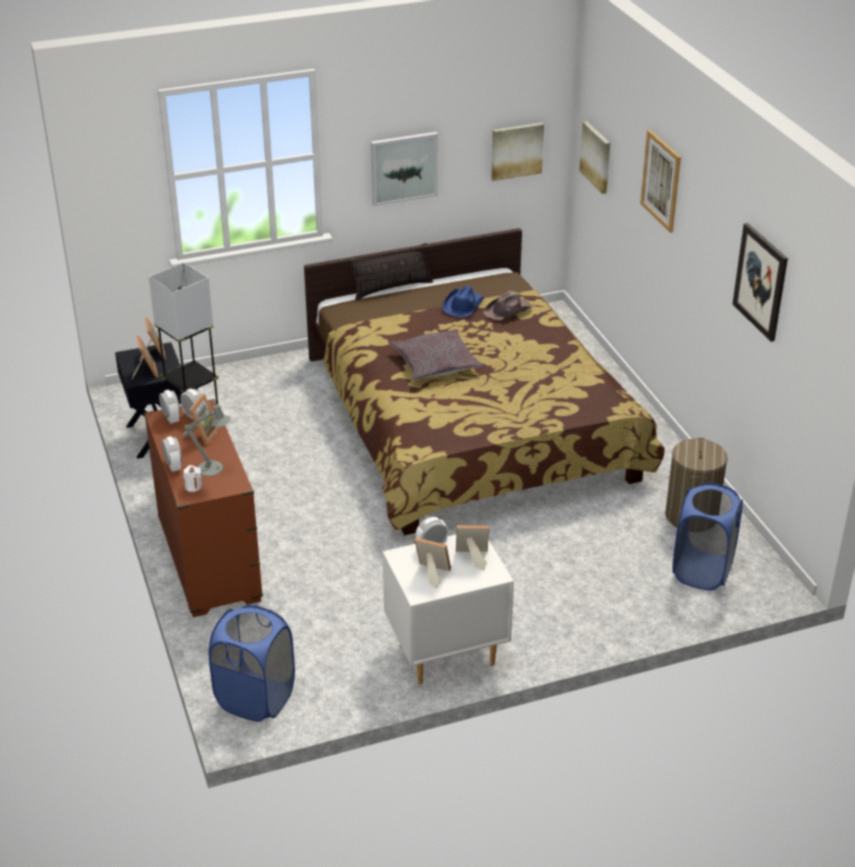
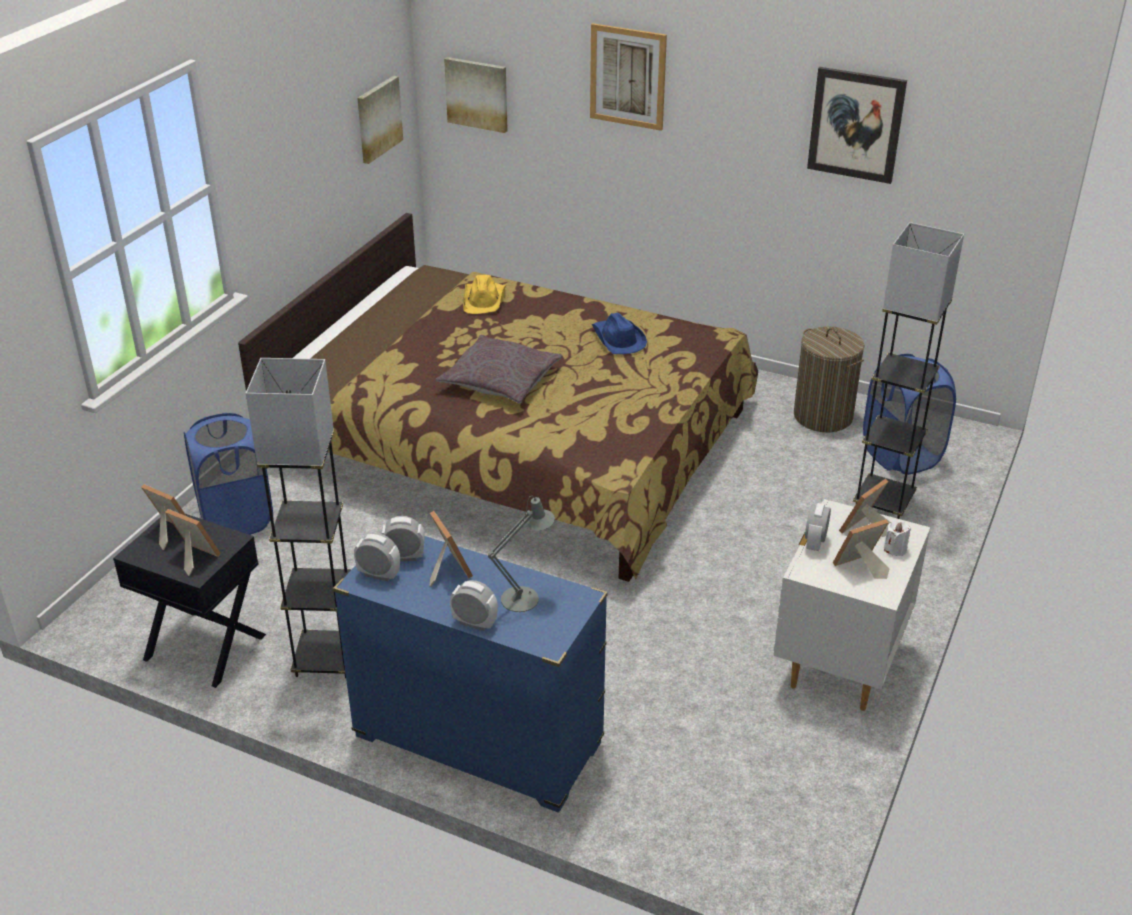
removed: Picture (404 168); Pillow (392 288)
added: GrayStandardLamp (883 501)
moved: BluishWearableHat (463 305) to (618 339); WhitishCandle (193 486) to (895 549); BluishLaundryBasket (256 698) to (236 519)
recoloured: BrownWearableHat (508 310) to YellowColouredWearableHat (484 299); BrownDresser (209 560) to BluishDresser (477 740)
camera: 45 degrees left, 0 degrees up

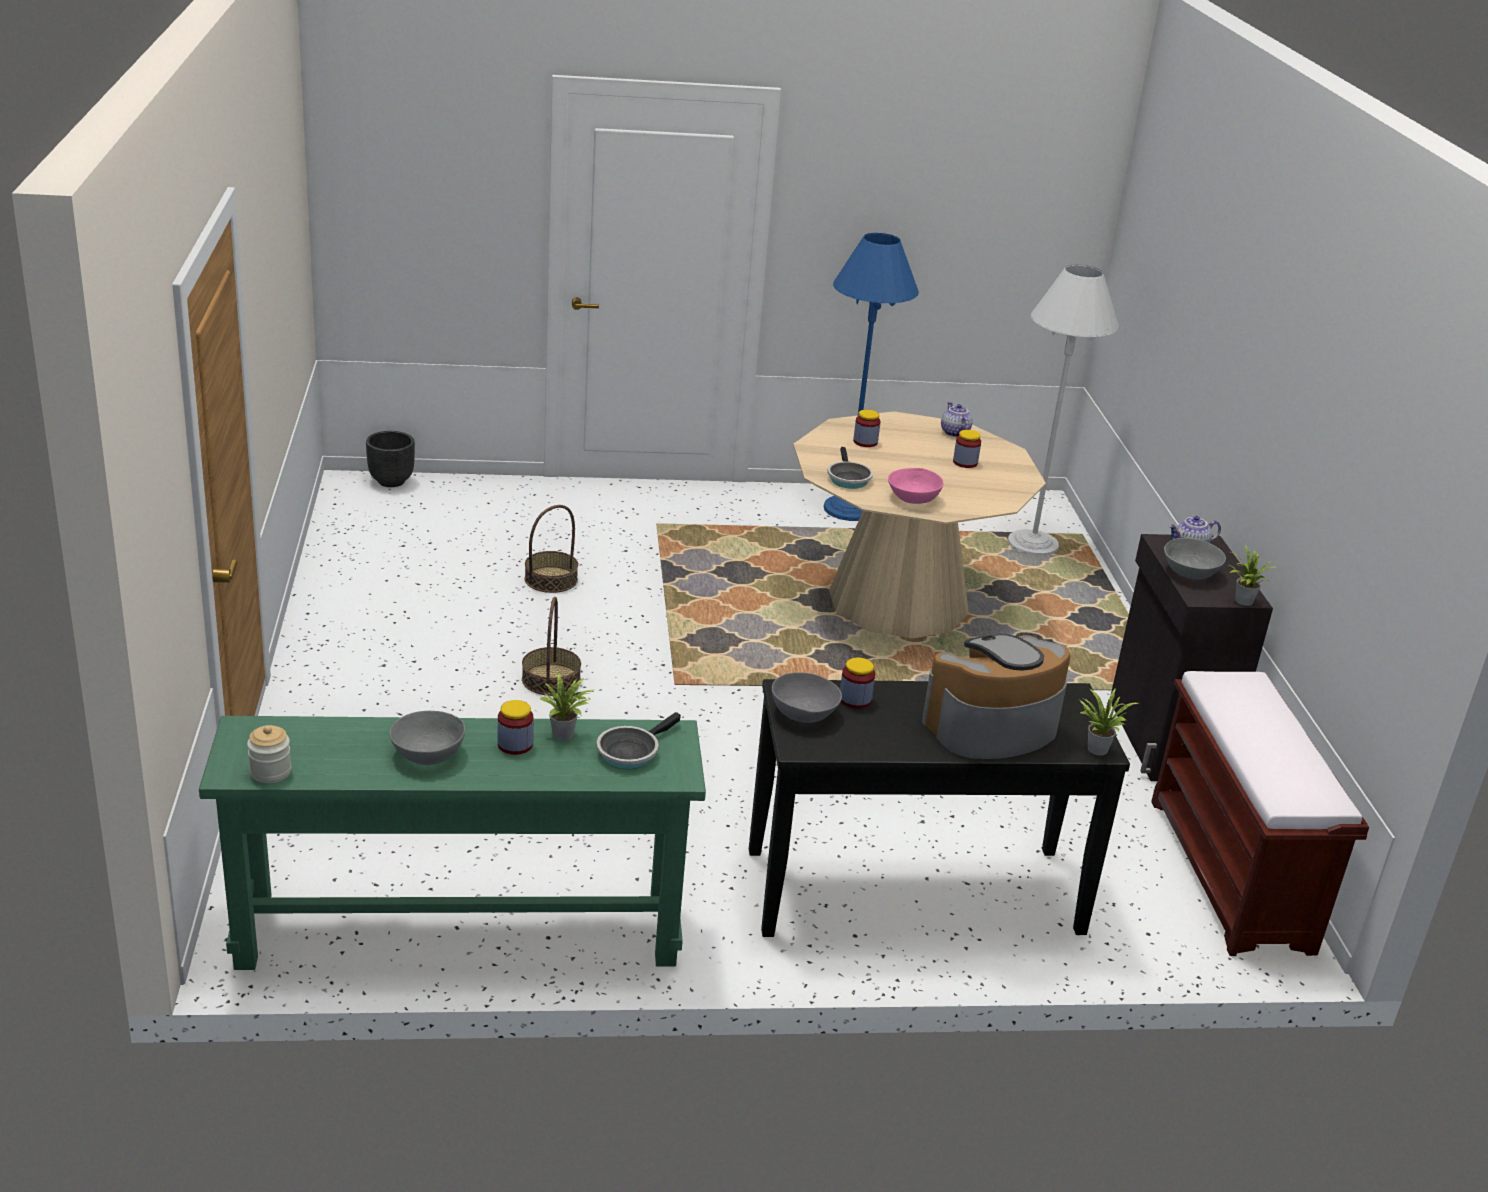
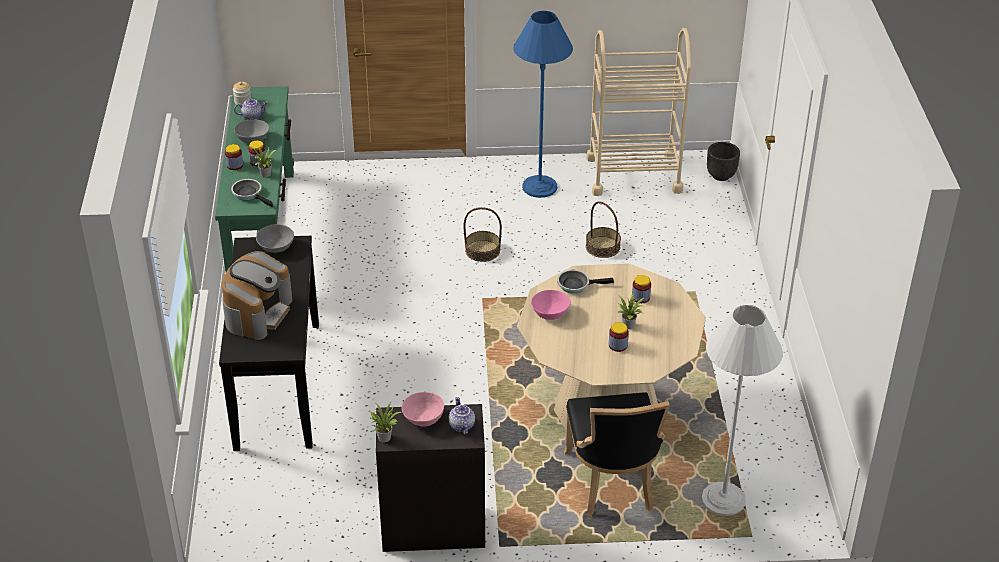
removed: BrownLongSeat (1232 875)
added: BeigeColouredCart (633 174); BlackishPlainChair (612 484)
moved: BluishStandardLamp (848 509) to (539 187); TeaPot (954 433) to (252 116); Jar (855 699) to (235 165); Houseplant (1096 748) to (630 325)
recoloured: GrayBowl (1190 573) to PinkBowl (423 418)
turned: CoffeeMachine (991 727) = (258 313) 45 degrees clockwise
camera: 95 degrees right, 10 degrees up

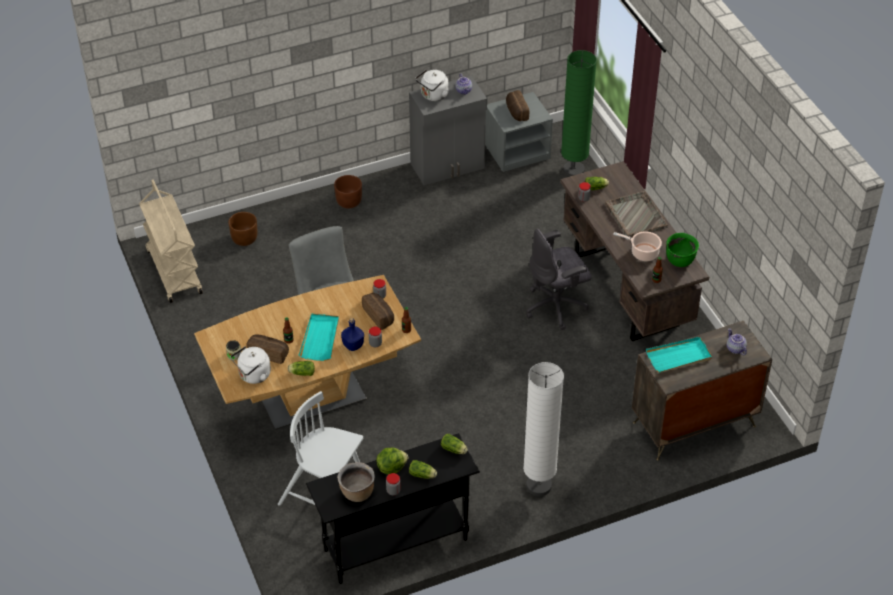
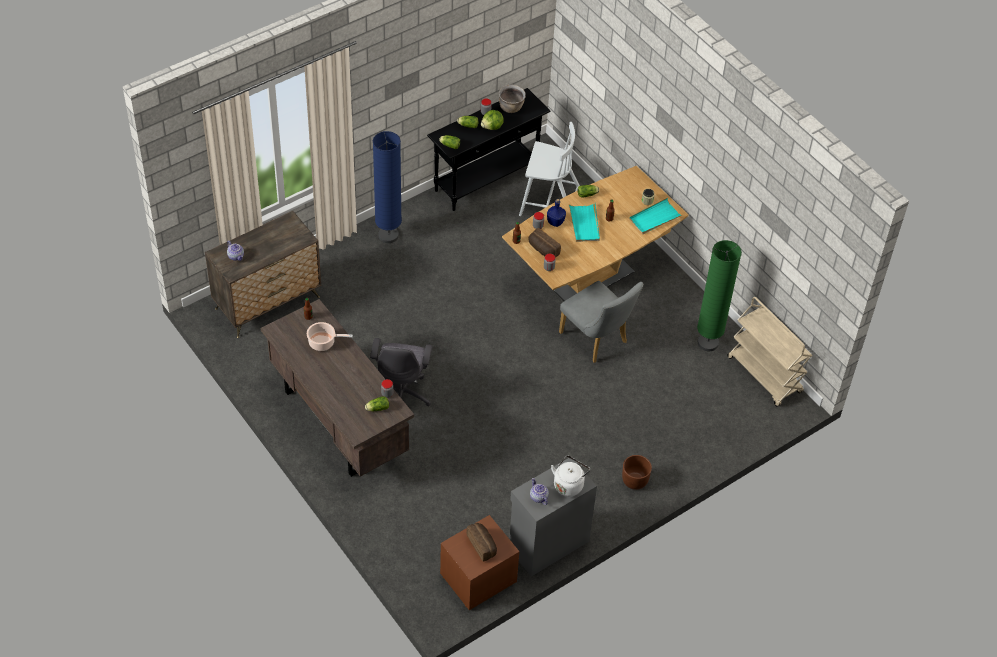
removed: GrayTray (635 215); BrownPlanter (244 239); GreenStockpot (680 261); BakeryBread (269 353); WhitishTeaKettle (253 376)
moved: GreenStandardLamp (573 170) to (708 343); TurquoiseTray (679 357) to (655 218)
recoloured: GrayNightstand (517 151) to BrownNightstand (478 579); WhitishStandardLamp (539 486) to BluishStandardLamp (388 235)
turned: GrayDeskChair (556 306) = (402 394) 135 degrees clockwise
camera: 165 degrees right, 5 degrees up

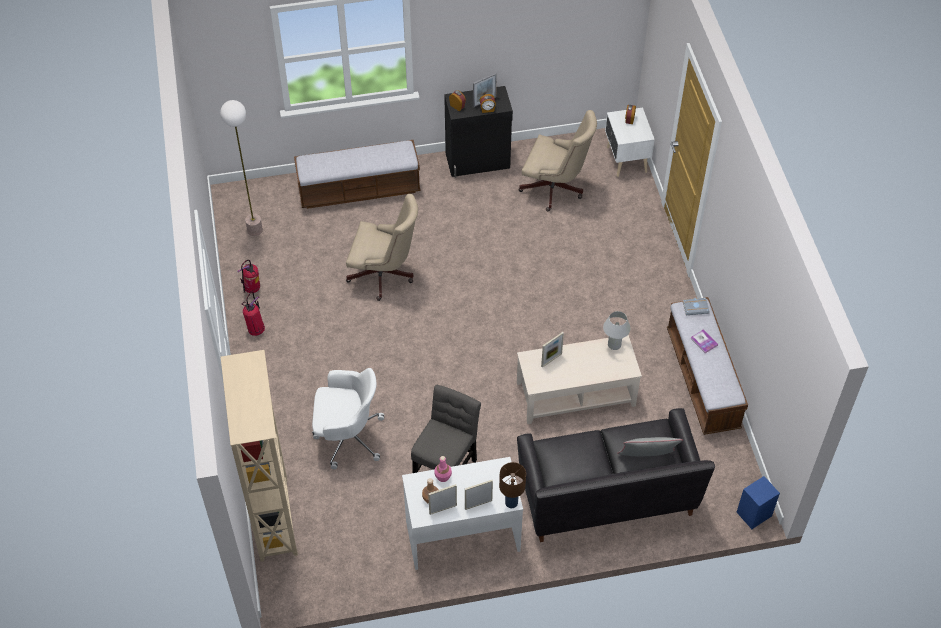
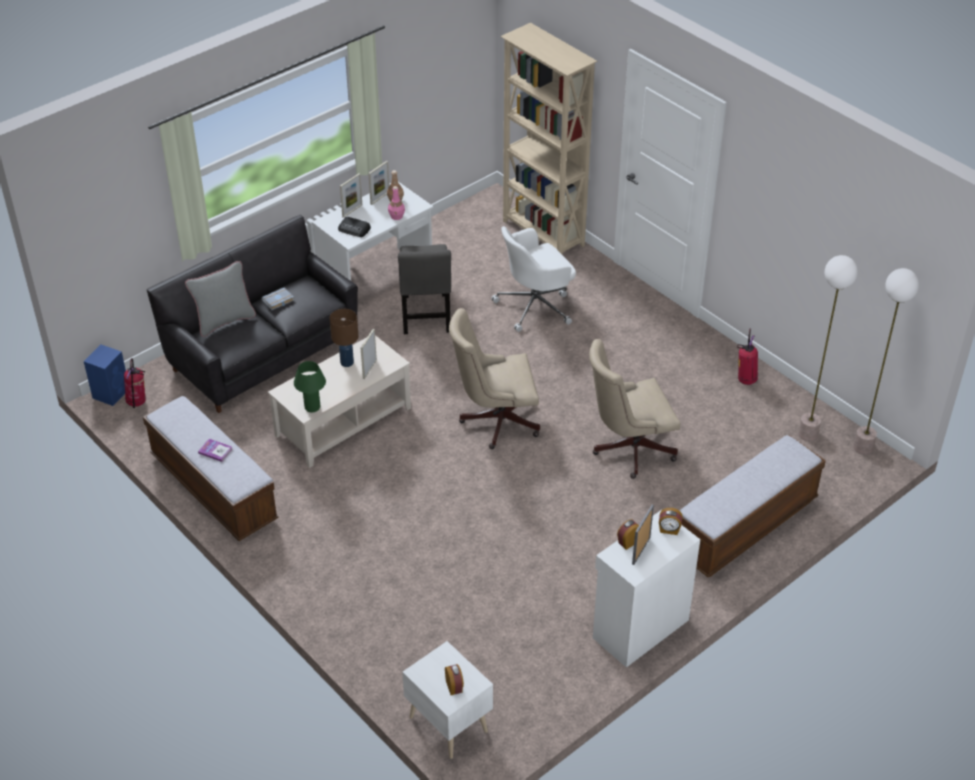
added: RadioReceiver (354 229); StandardLamp (863 448)
moved: BeigeColouredDeskChair (555 189) to (495 420); Extinguisher (256 329) to (137 403); GrayBook (696 307) to (278 301); BrownLampForATable (511 502) to (347 362)
recoloured: BlackishCabinet (478 161) to WhitishCabinet (639 628); WhitishLampForATable (614 345) to GreenLampForATable (312 407)
camera: 150 degrees right, 10 degrees down

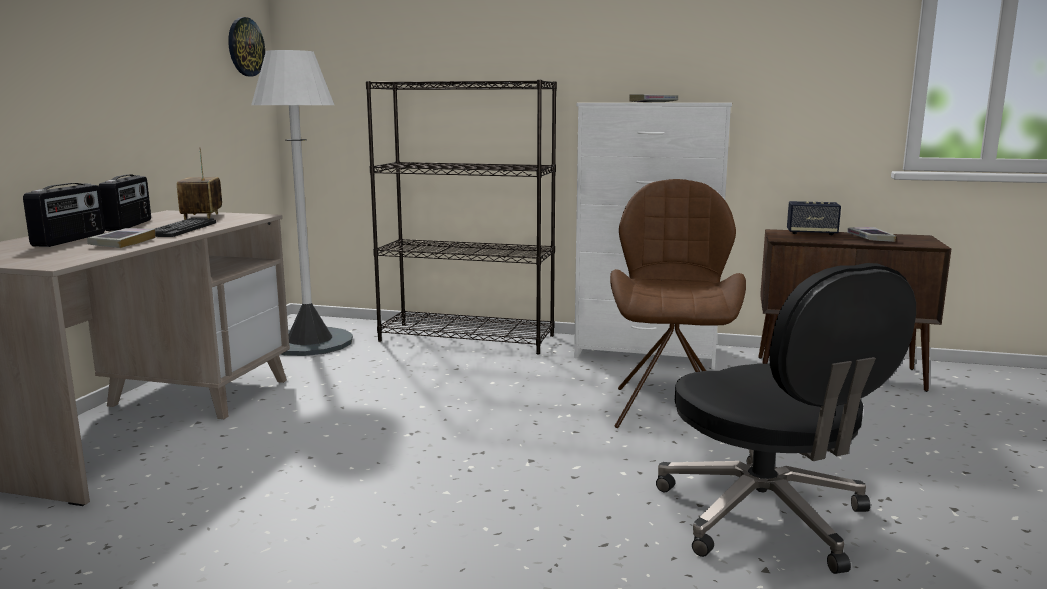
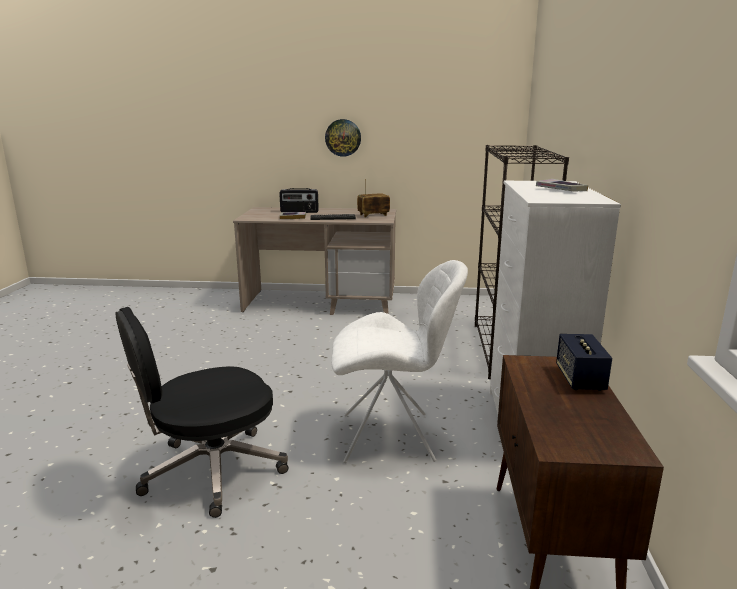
removed: WhitishStandardLamp (309 342); RadioReceiver (130 225); Book (870 238)
moved: WallClock (245 47) to (343 137)
recoloured: BrownPlainChair (670 408) to WhitishPlainChair (392 437)
camera: 80 degrees right, 5 degrees up

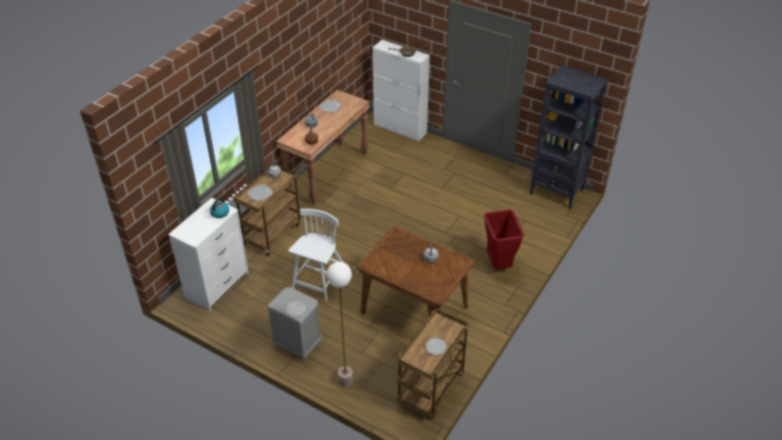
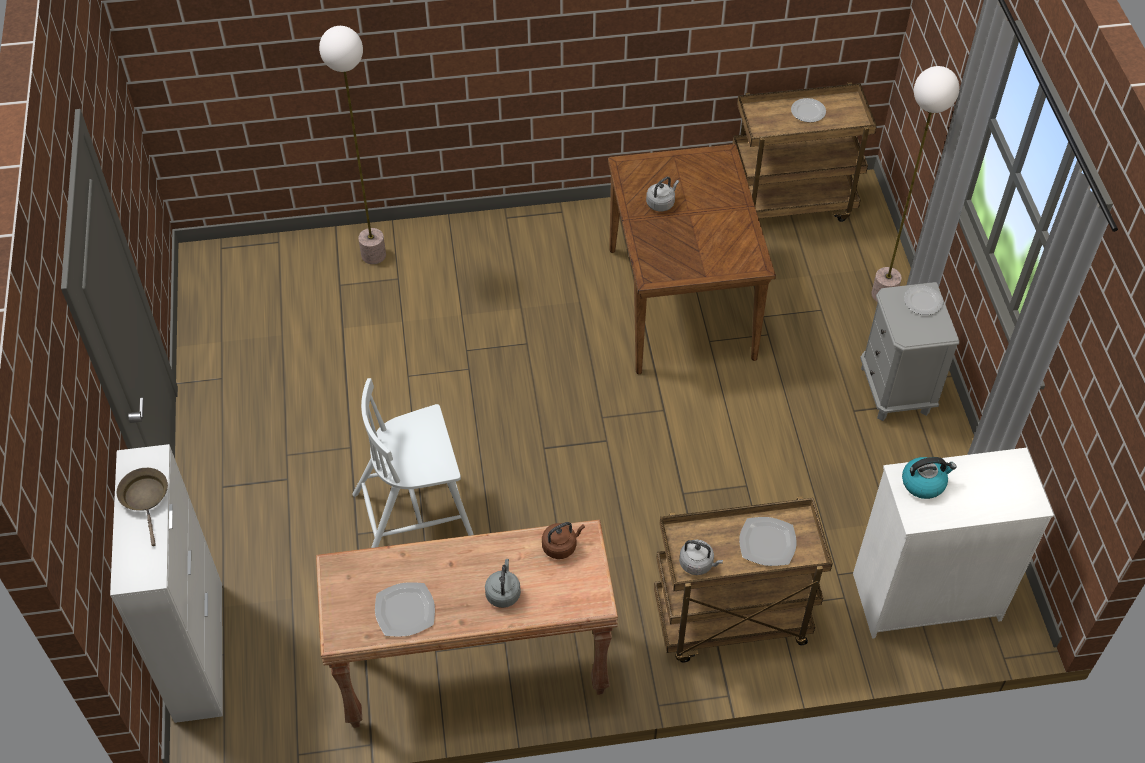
removed: BlackishBookcase (557 192); RedTrashCan (499 265)
added: StandardLamp (374 254)
moved: WhitishPlainChair (319 280) to (415 513)
camera: 130 degrees left, 10 degrees up

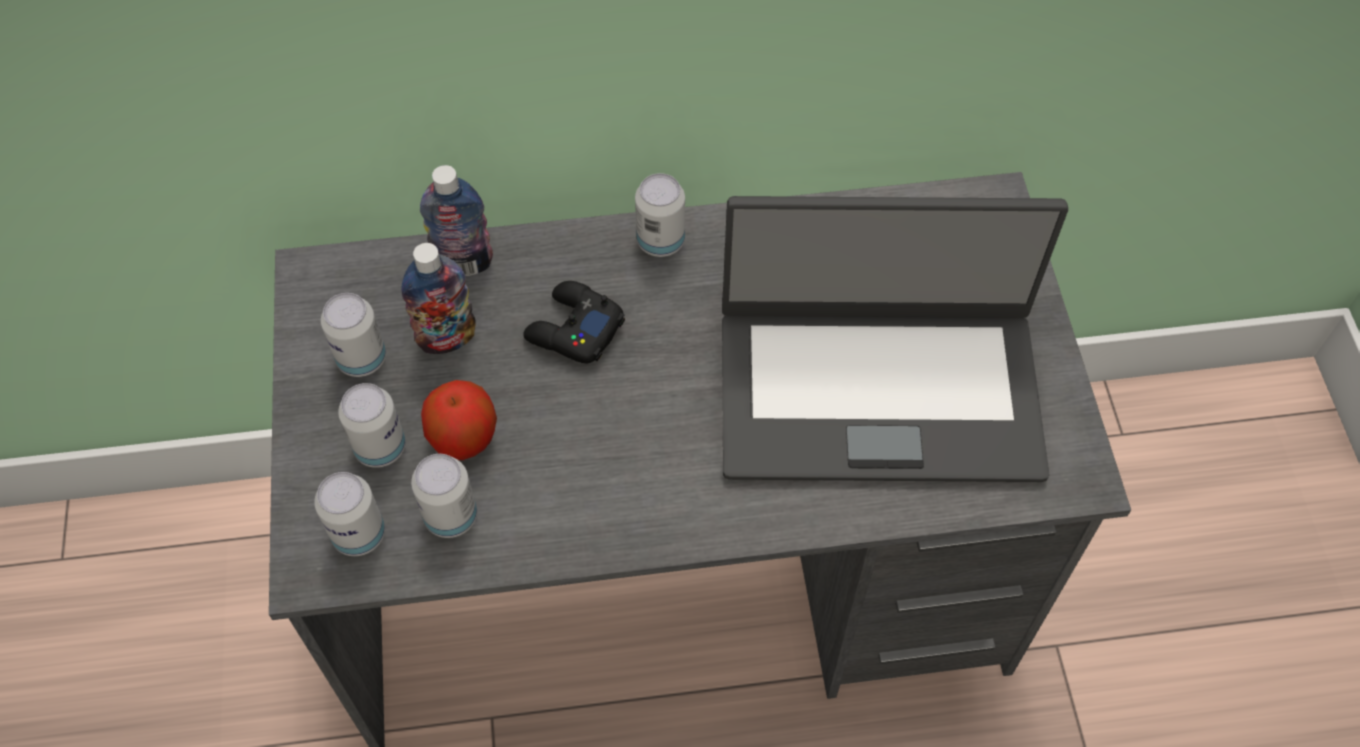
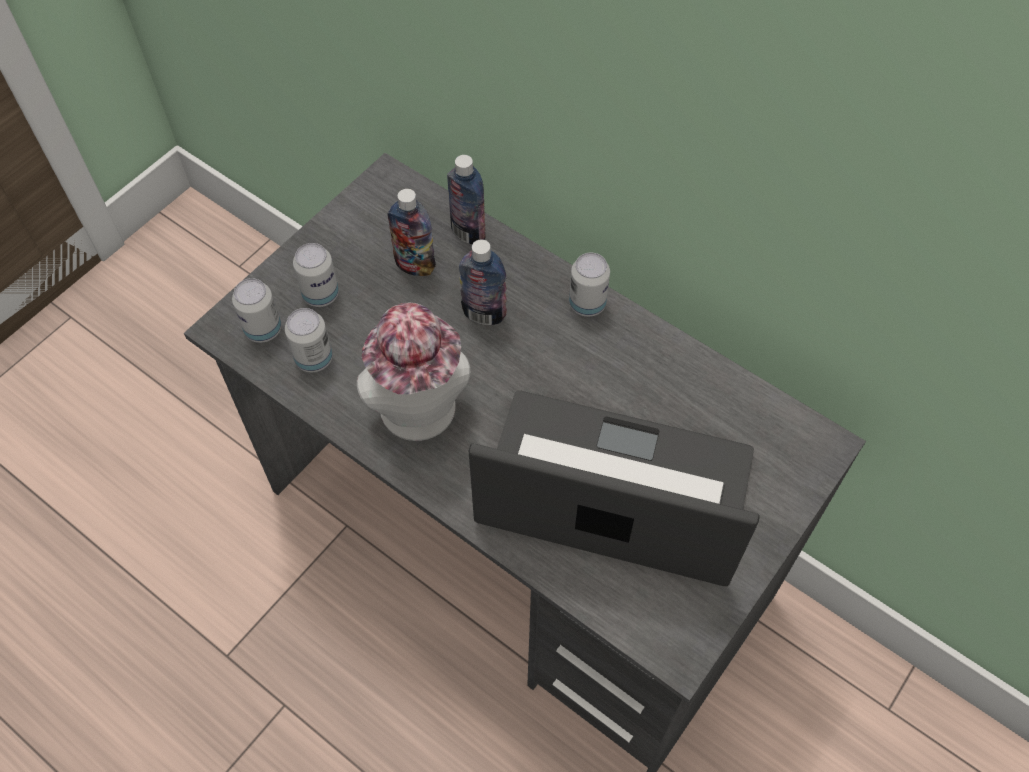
removed: SealedCan (362 359); AppleFruit (463 439)
added: WearableHat (421 417)
replaced: BlackishGameController (573 329) to BeverageBottle (484 314)
turned: Laptop (878 390) = (614 492) 150 degrees clockwise
camera: 45 degrees right, 0 degrees up

